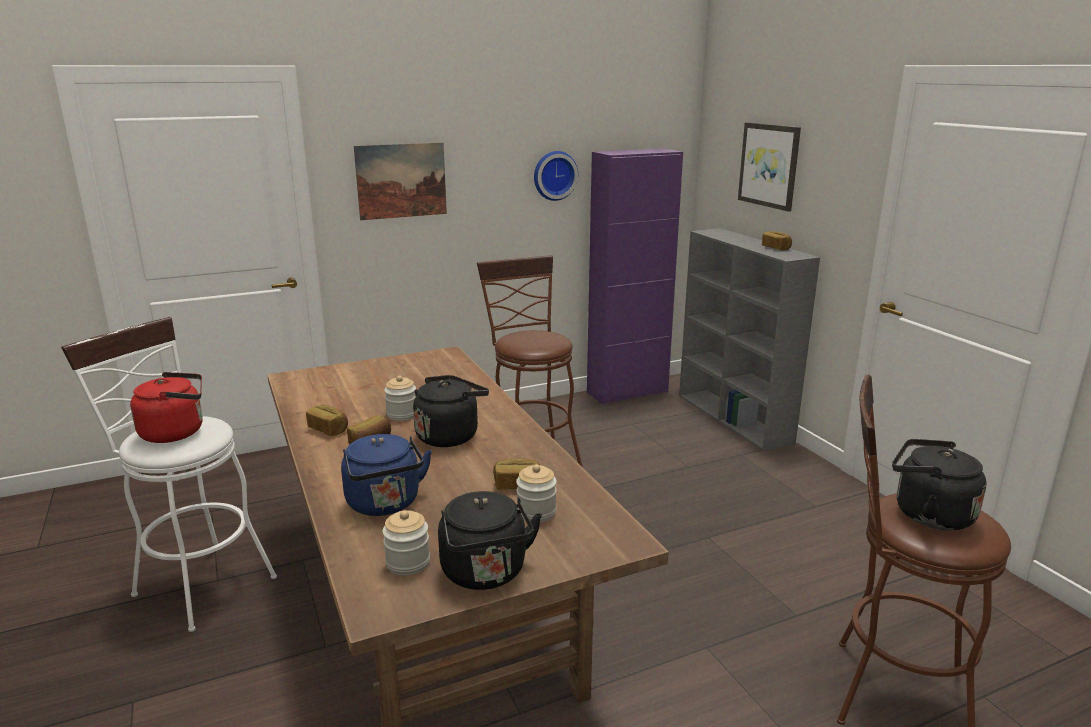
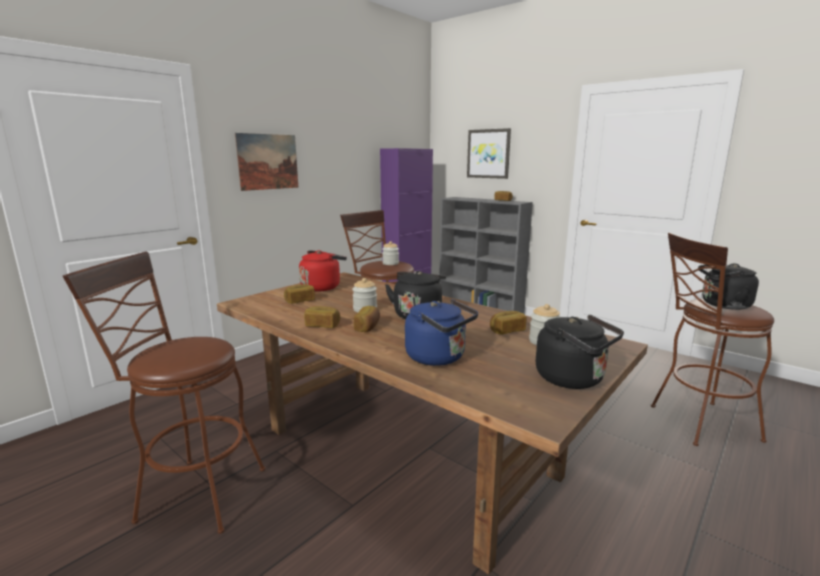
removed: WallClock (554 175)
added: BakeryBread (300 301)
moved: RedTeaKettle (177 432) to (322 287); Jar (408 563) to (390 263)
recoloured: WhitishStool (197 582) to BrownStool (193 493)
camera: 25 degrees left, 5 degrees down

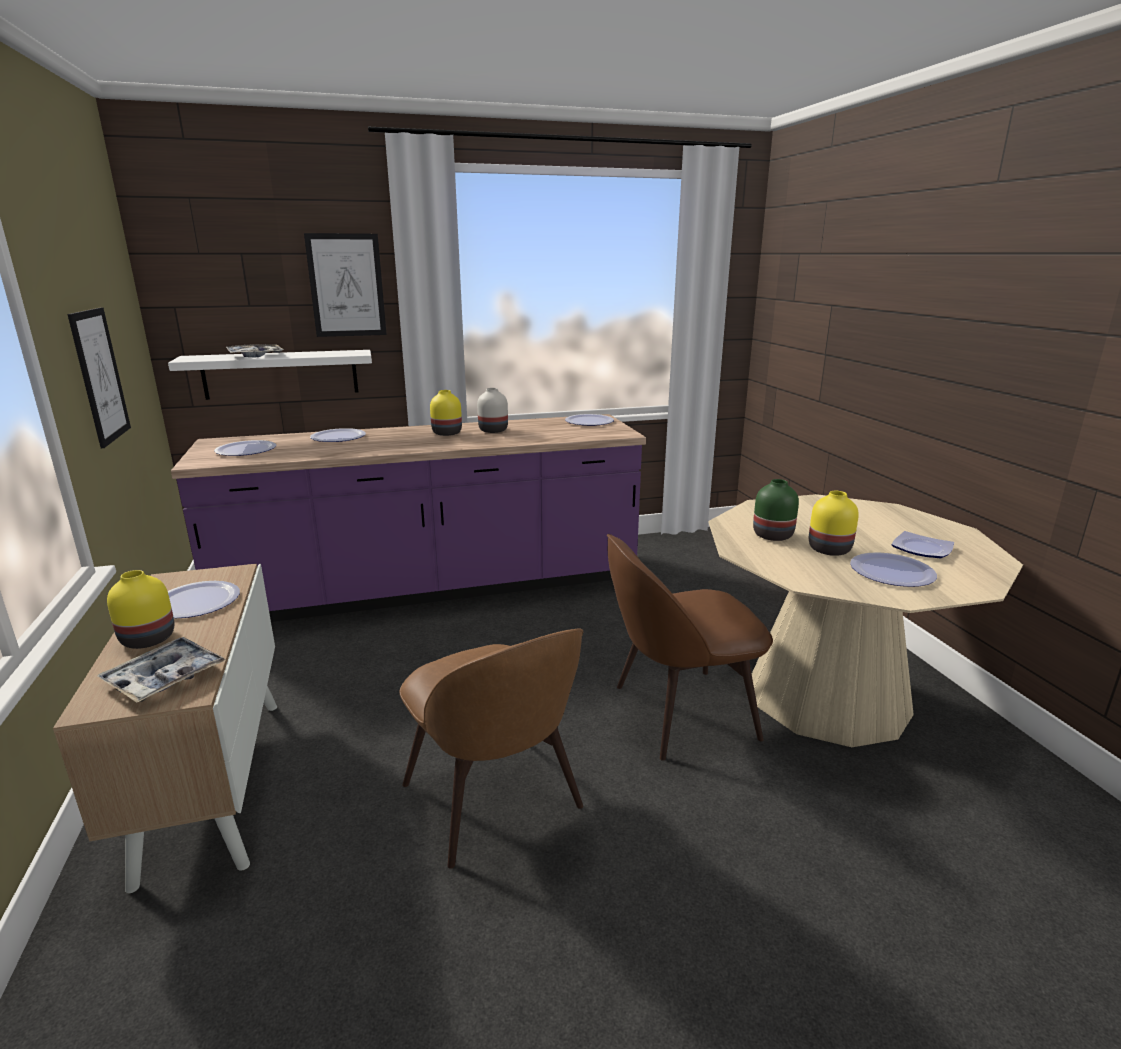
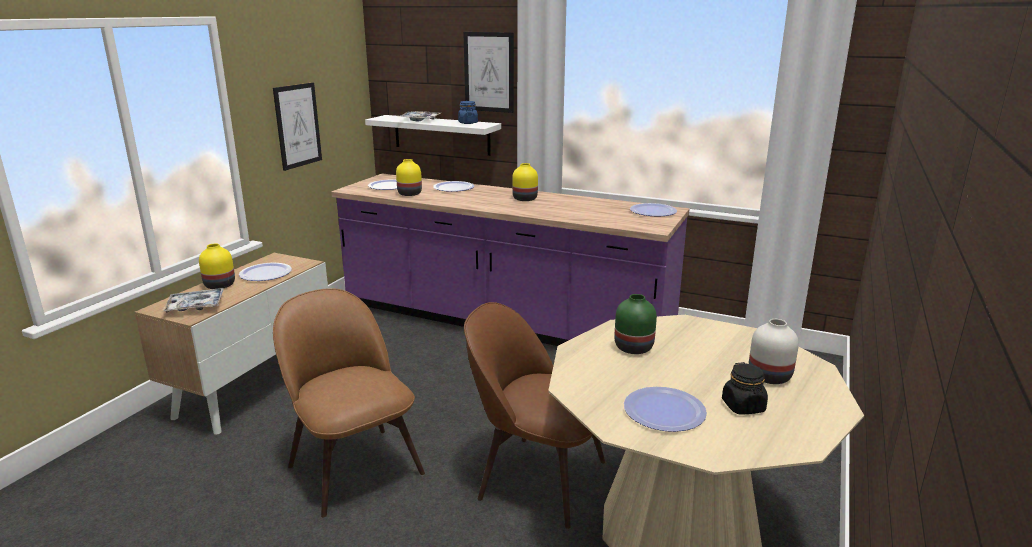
added: BluishJar (468 123)
moved: WhitishFlowerVase (494 430) to (770 377); YellowColouredFlowerVase (830 550) to (410 194)
replaced: FlatDish (920 549) to BlackishJar (743 406)
turned: BrownPlainChair (494 800) = (353 466) 135 degrees clockwise
camera: 40 degrees right, 0 degrees up

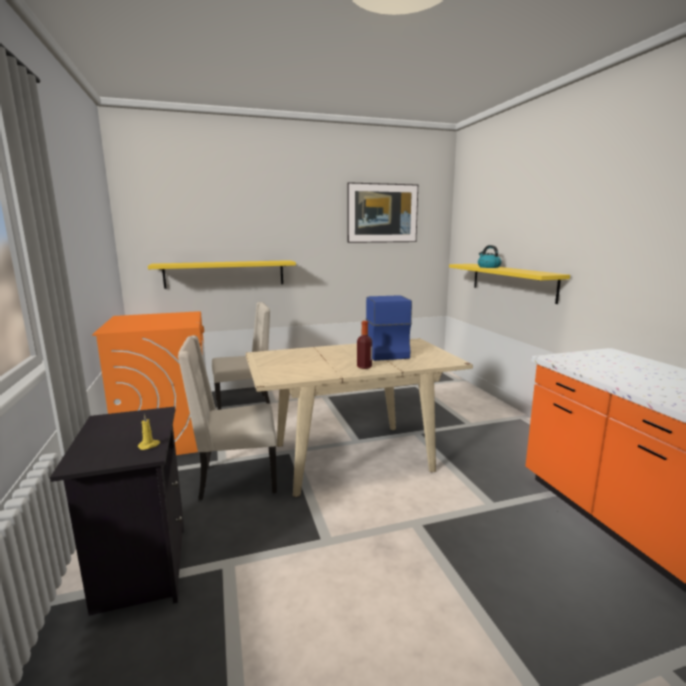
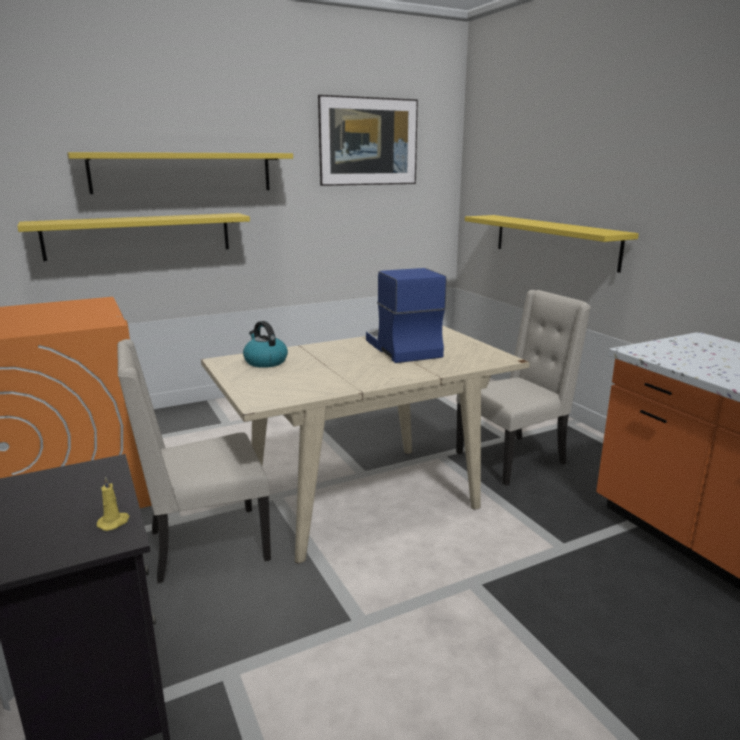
removed: BeverageBottle (364 367)
added: YellowColouredBracketShelf (183 172)
moved: TeaKettle (488 267) to (265 361); BeigeColouredPlainChair (244 404) to (513 458)
camera: 10 degrees left, 5 degrees up

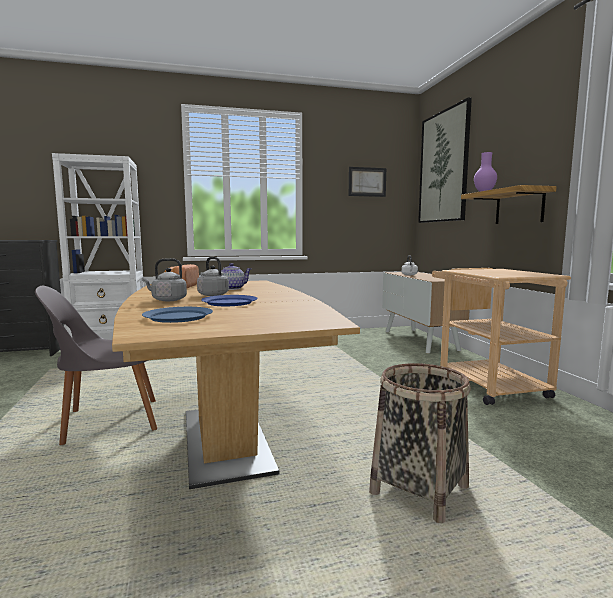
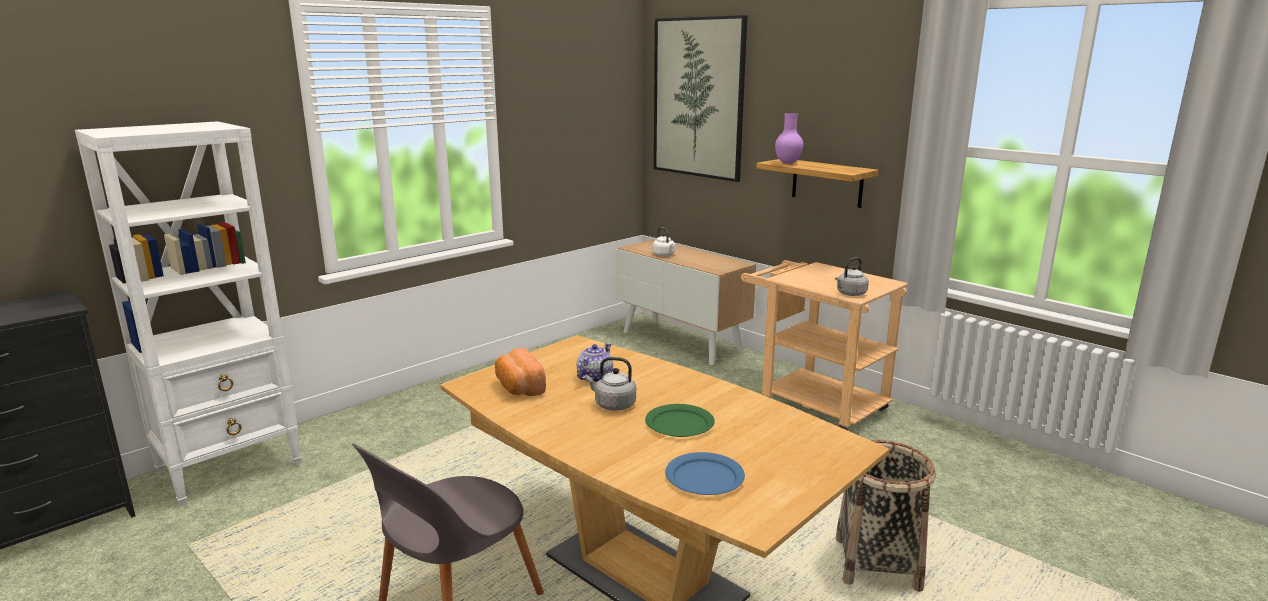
removed: Picture (367 182)
moved: GrayTeaKettle (167 300) to (850 294)
recoloured: BluishFlatDish (229 302) to GreenFlatDish (679 424)
camera: 30 degrees left, 10 degrees up

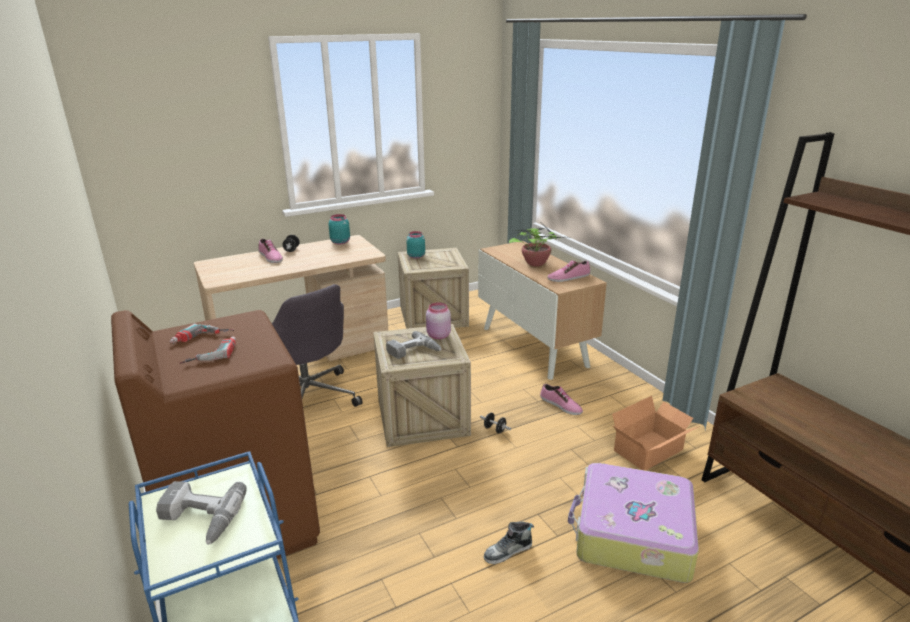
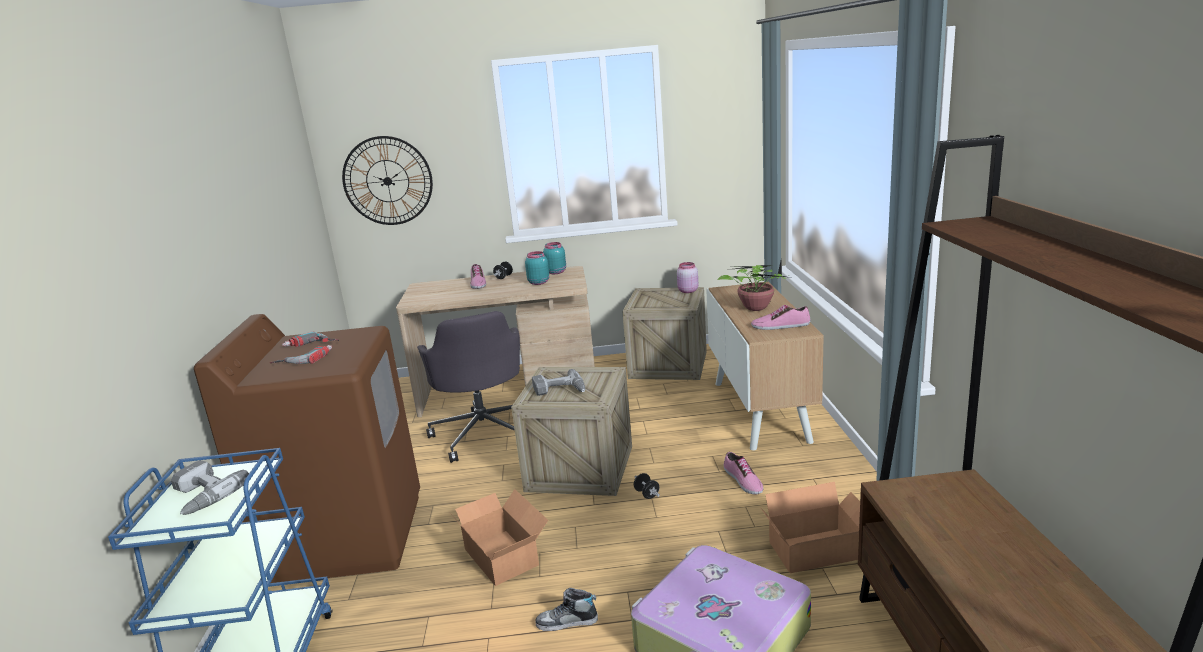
added: WallClock (387 181); CardboardBox (503 555)
moved: TurquoiseJar (415 256) to (538 282); PinkJar (438 336) to (687 291)
camera: 25 degrees right, 5 degrees down

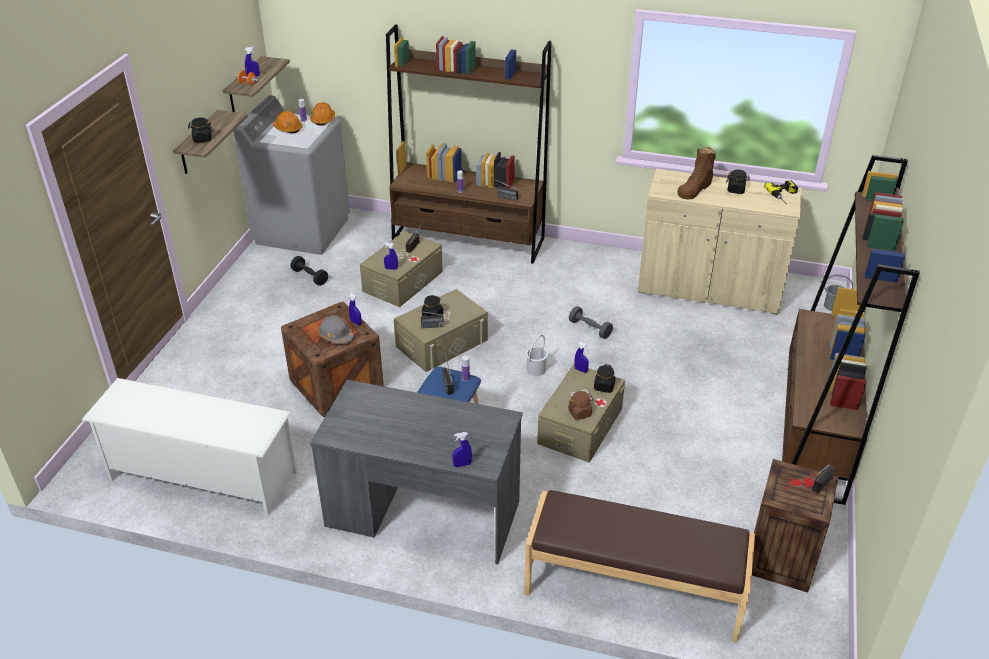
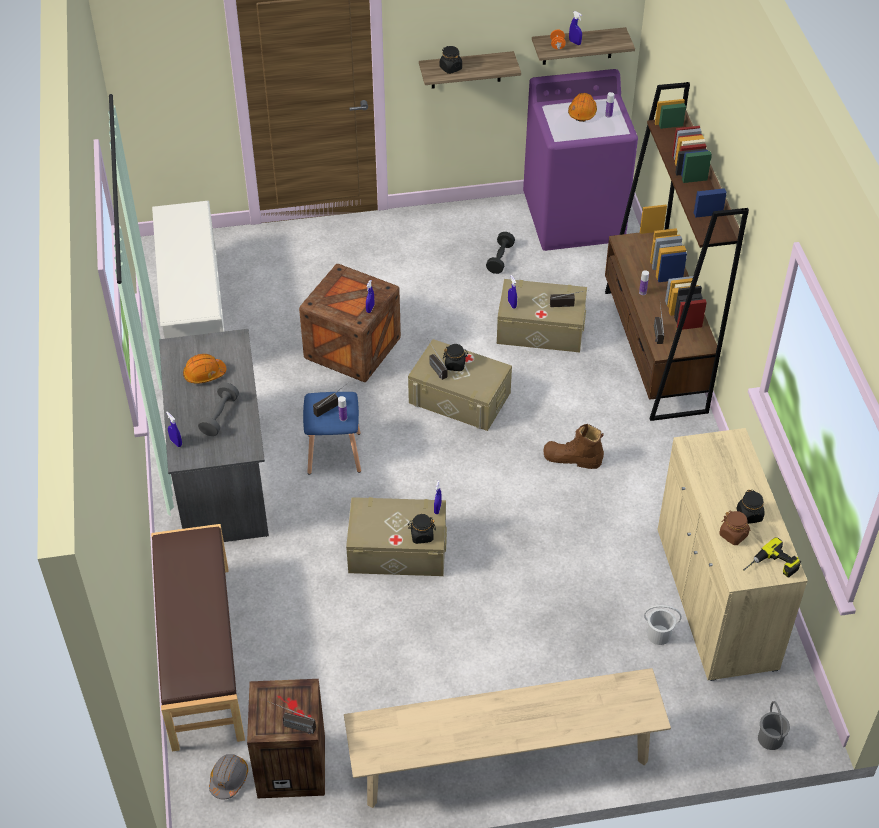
moved: OrangeWorkHelmet (323 120) to (204 374); BrownBoot (695 189) to (572 458); GrayHandWeight (590 329) to (219 416); GrayWorkHelmet (336 336) to (229 779); WhitishPail (536 369) to (659 635); BrownJar (580 413) to (733 535)
replaced: BrownBookcase (814 431) to BeigeColouredLongSeat (504 761)
recoloured: GrayLaundryMachine (302 230) to PurpleLaundryMachine (574 218)
camera: 65 degrees right, 10 degrees up

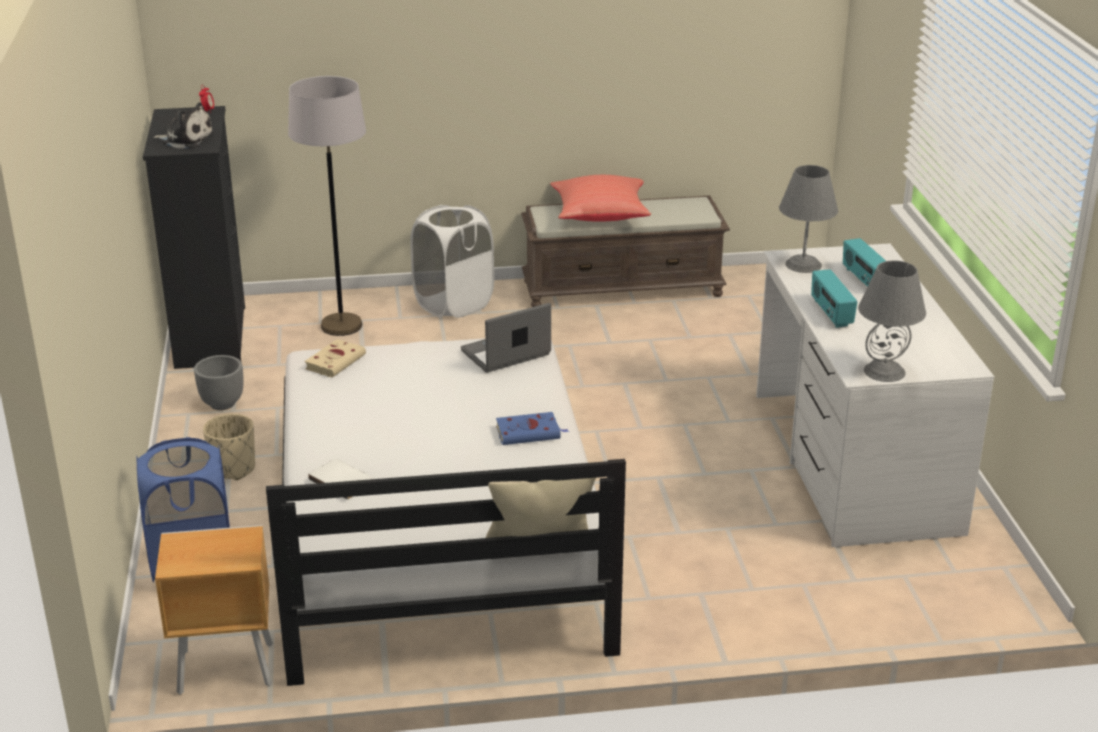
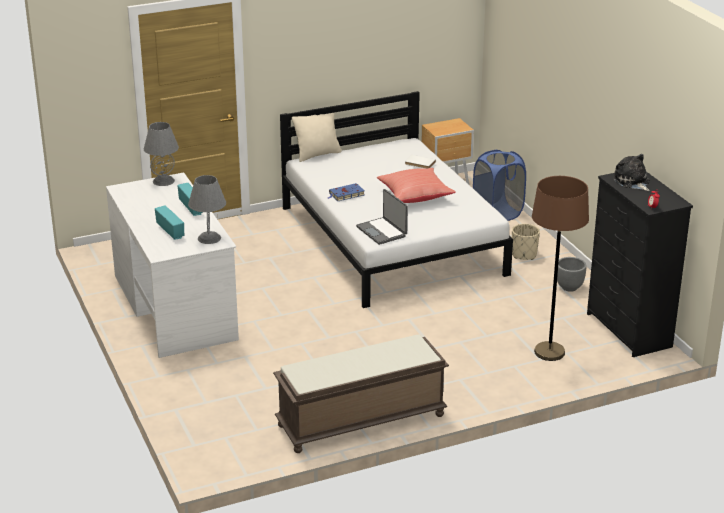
removed: WhitishLaundryBasket (454 304); BeigeColouredBook (336 361)
moved: RedPillow (600 216) to (414 196)
recoloured: GrayStandardLamp (341 326) to BrownStandardLamp (549 352)
turned: CuddlyToy (185 140) = (632 182) 60 degrees clockwise; Laptop (506 354) = (382 231) 105 degrees clockwise
camera: 165 degrees right, 0 degrees up

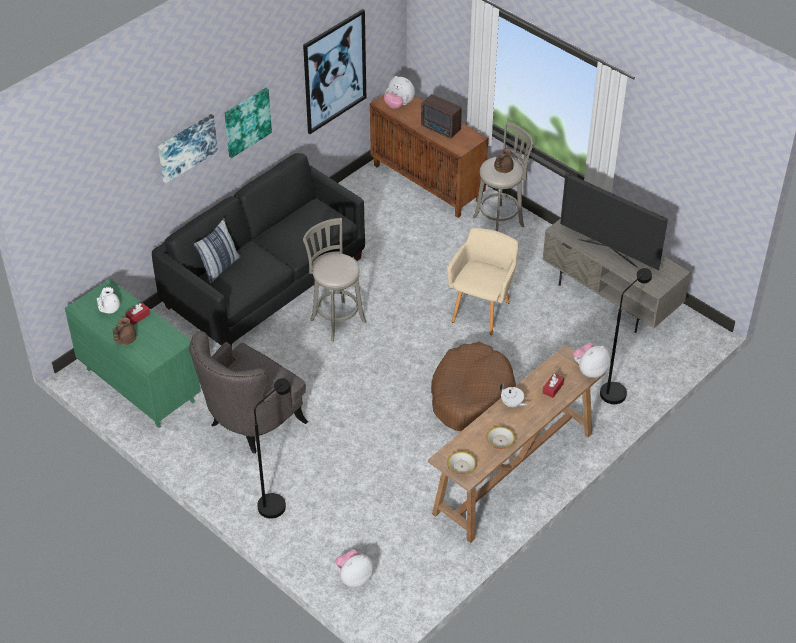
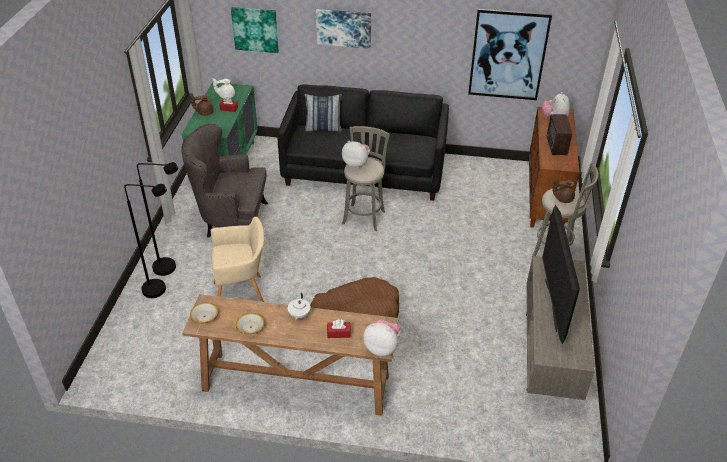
moved: Picture (247 121) to (255 29); BeigeColouredLoungeChair (482 310) to (242 292); BlackishStandardLamp (616 389) to (161 289); CuddlyToy (354 577) to (356 164)
camera: 55 degrees right, 5 degrees down

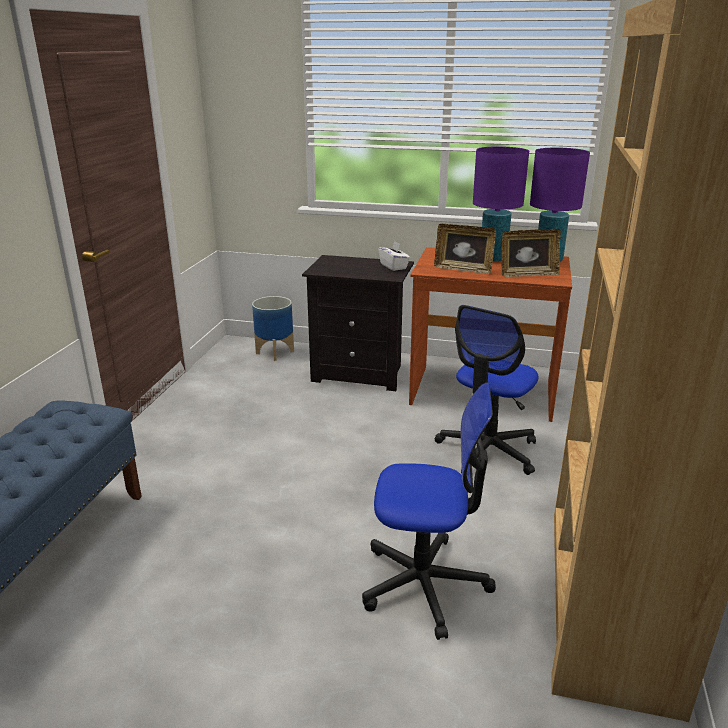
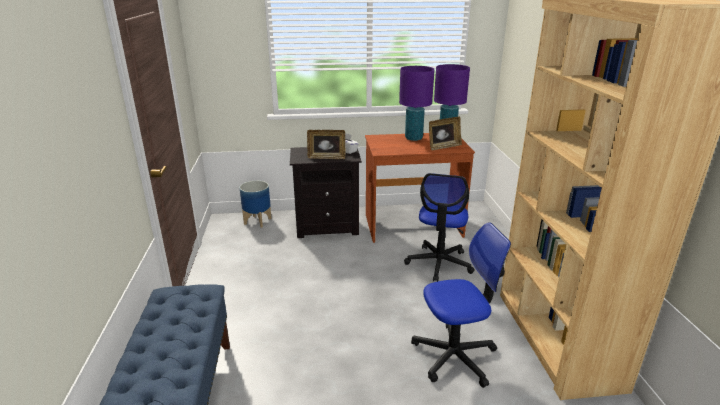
moved: PhotoFrame (463 269) to (326 157)
camera: 20 degrees left, 0 degrees up

